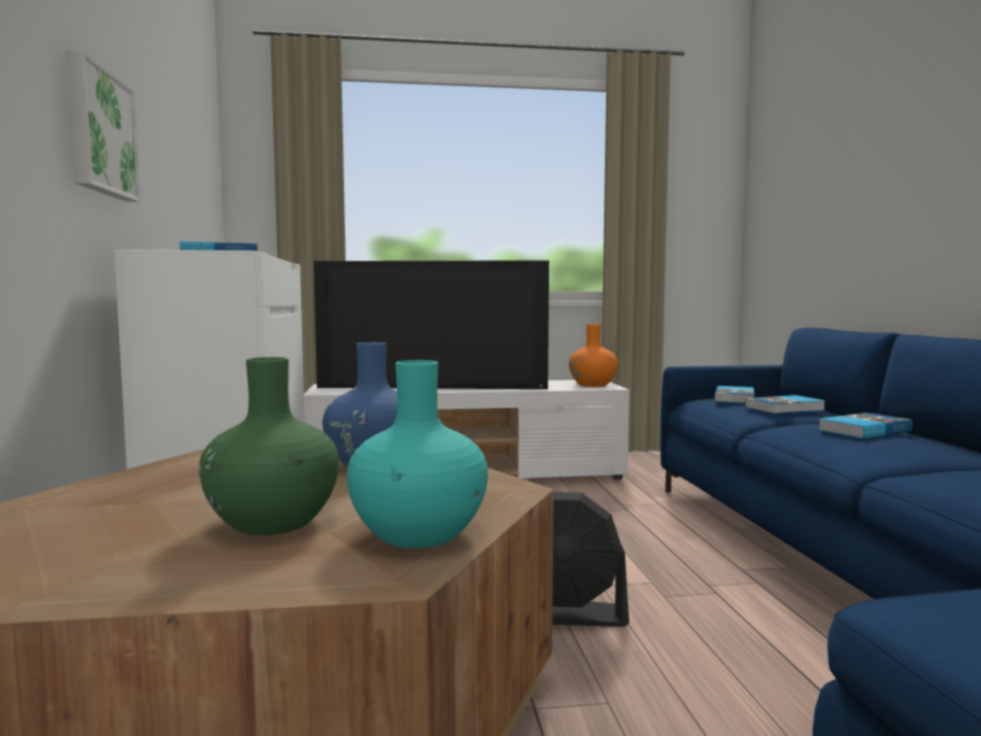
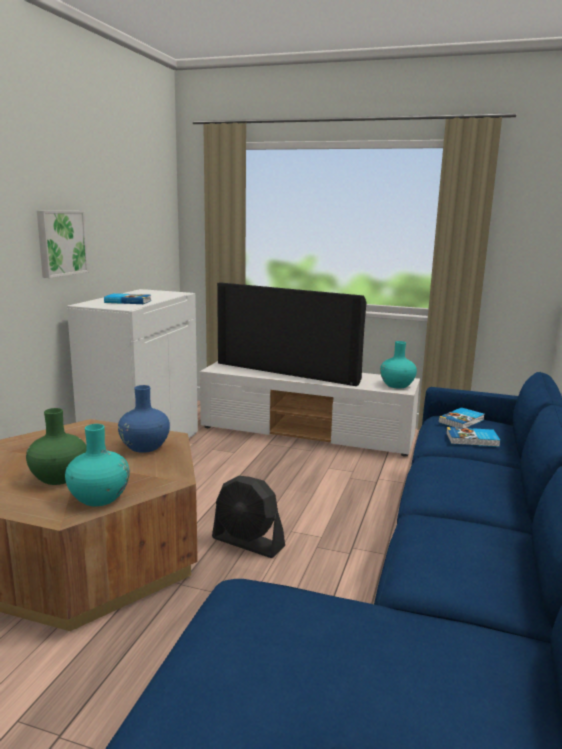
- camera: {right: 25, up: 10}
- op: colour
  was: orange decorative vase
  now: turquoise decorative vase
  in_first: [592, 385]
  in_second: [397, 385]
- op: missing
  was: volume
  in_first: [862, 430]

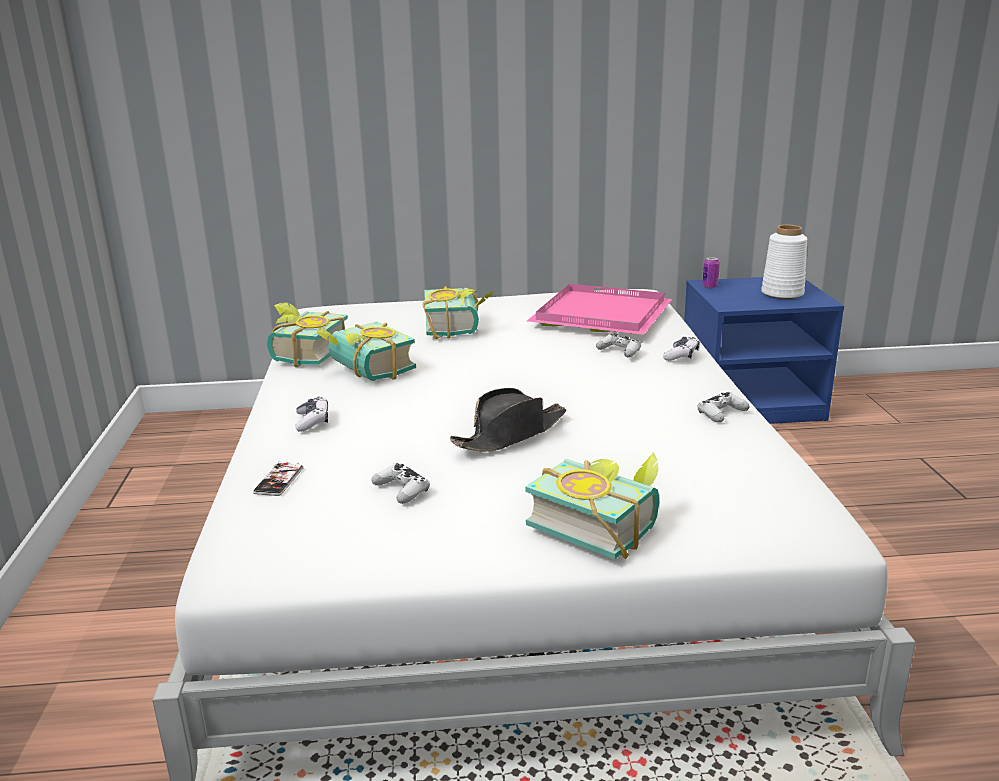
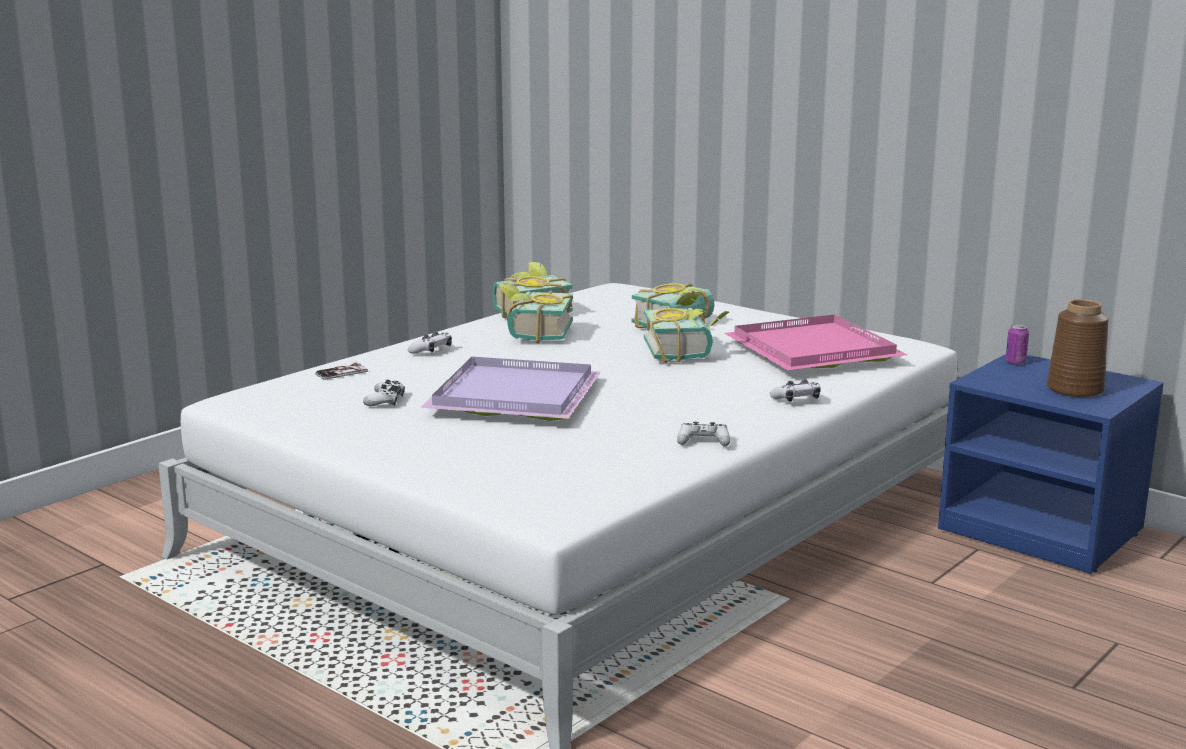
- camera: {right: 45, up: -5}
- op: exchanged
  was: black-coloured wearable hat
  now: purplish serving tray
  in_first: [510, 434]
  in_second: [516, 396]
- op: relocated
  was: volume
  in_first: [599, 524]
  in_second: [685, 352]
- op: colour
  was: whitish decorative vase
  now: brownish decorative vase
  in_first: [782, 293]
  in_second: [1075, 389]
- op: missing
  was: whitish game controller
  in_first: [619, 351]

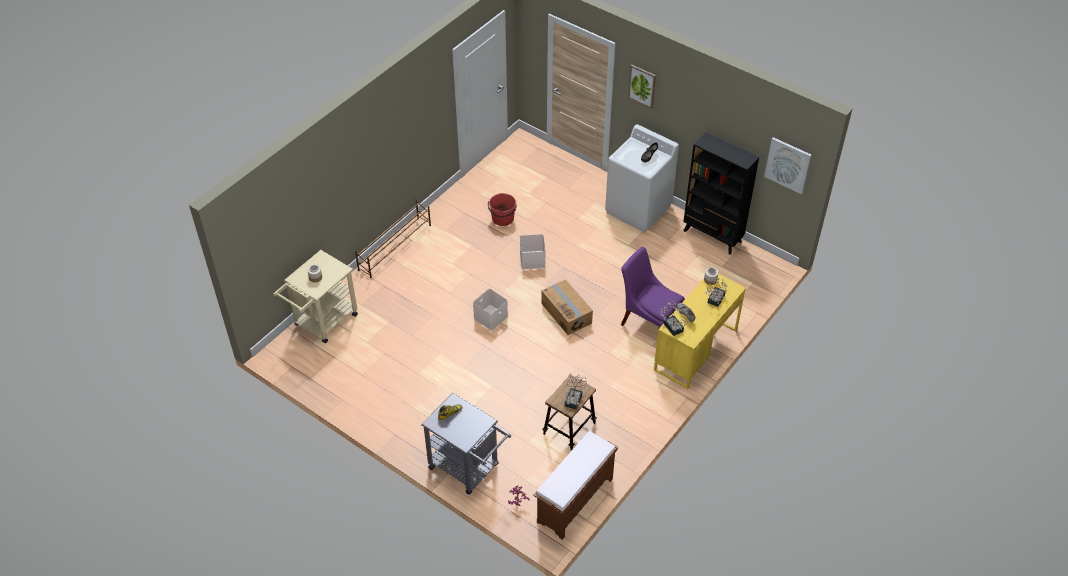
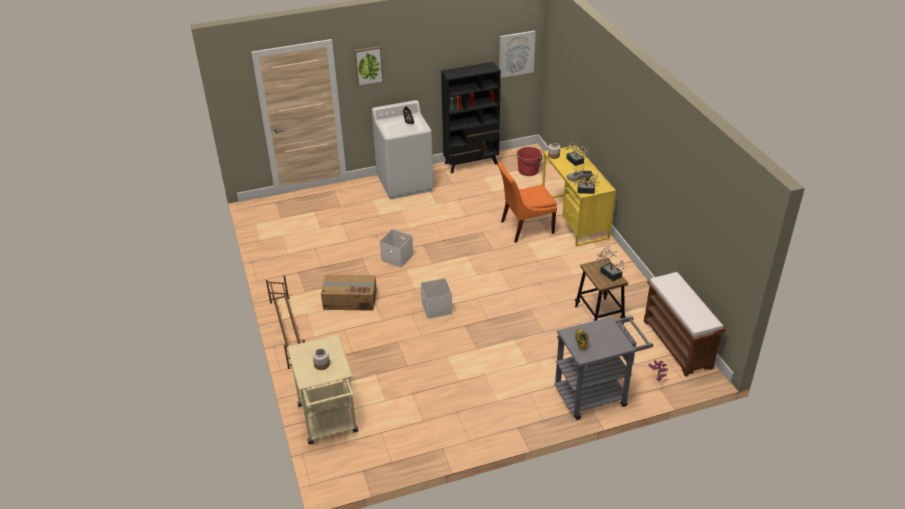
- camera: {right: -55, up: -10}
- op: relocated
  was: packing box
  in_first: [566, 313]
  in_second: [350, 300]
- op: colour
  was: purplish upright chair
  now: orange upright chair
  in_first: [648, 321]
  in_second: [524, 227]
- op: relocated
  was: reddish water bucket
  in_first: [502, 219]
  in_second: [528, 171]

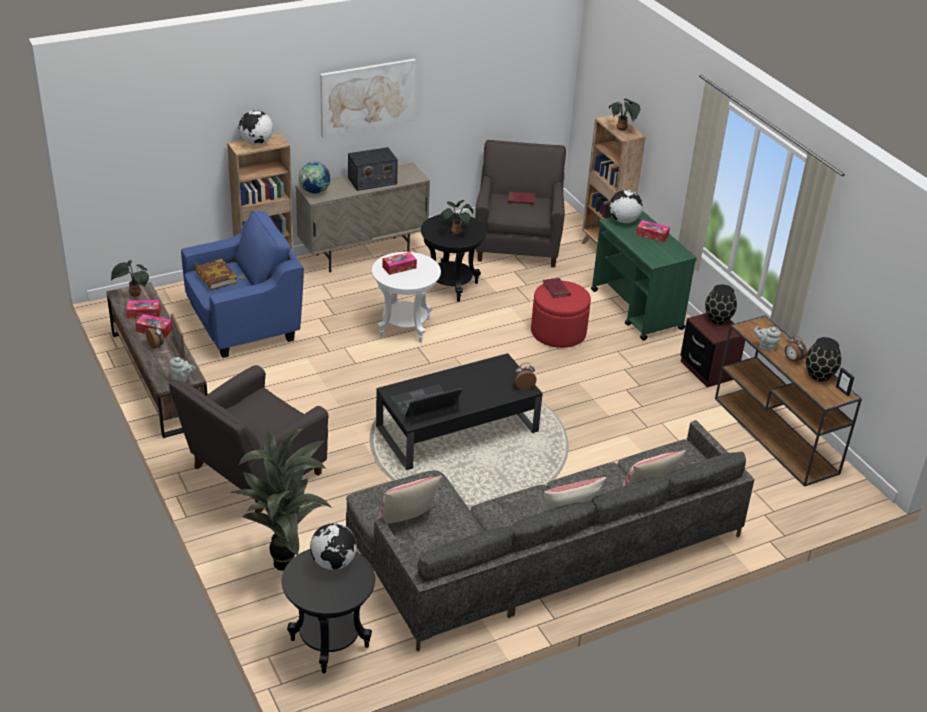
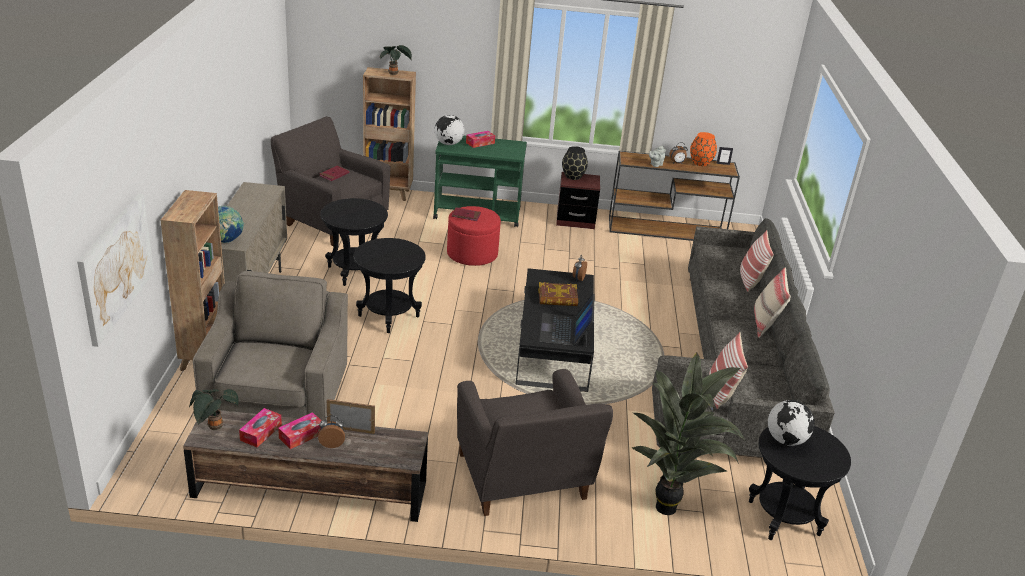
- camera: {right: -60, up: -5}
- op: relocated
  was: wall art
  in_first: [367, 97]
  in_second: [115, 267]
- op: colour
  was: blue armchair
  now: grey armchair
  in_first: [243, 323]
  in_second: [278, 400]
- op: colour
  was: whitish side table
  now: black-coloured side table
  in_first: [404, 328]
  in_second: [388, 316]
- op: relocated
  was: volume
  in_first: [216, 278]
  in_second: [557, 298]
- op: colour
  was: black-coloured decorative vase
  now: orange decorative vase
  in_first: [818, 375]
  in_second: [700, 163]
- op: missing
  was: grey tea pot
  in_first: [182, 379]
- op: missing
  was: desk globe
  in_first: [256, 143]
- op: missing
  was: radio set
  in_first: [372, 181]
- op: missing
  was: tissue box
  in_first: [399, 267]
- op: missing
  was: potted plant
  in_first: [456, 232]

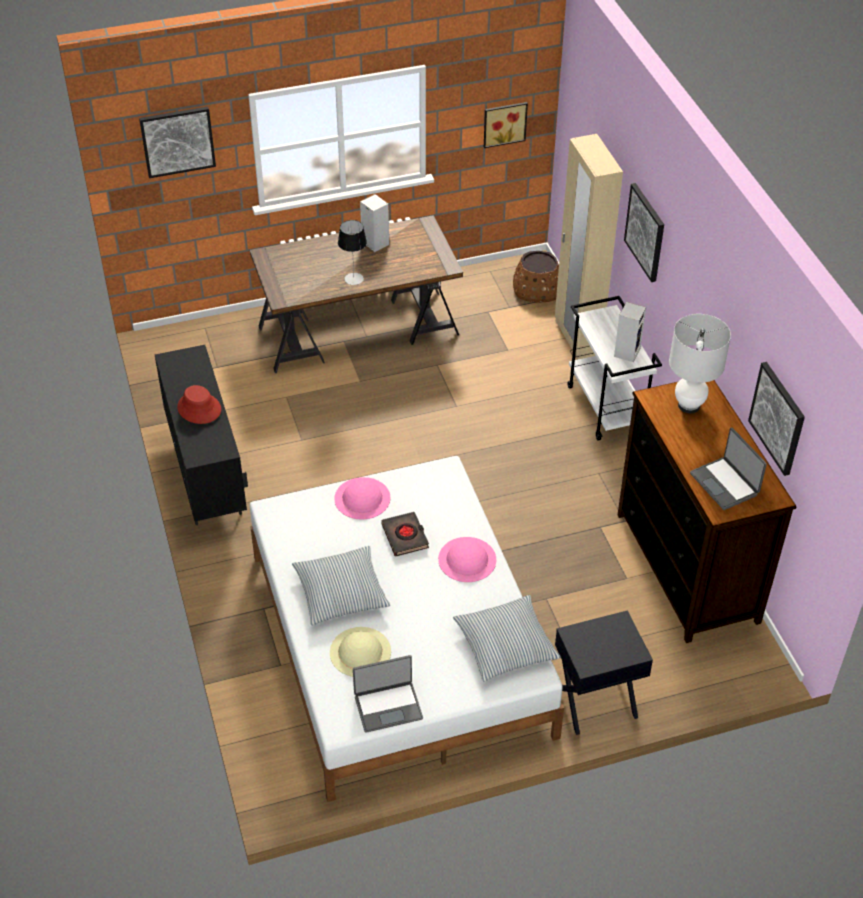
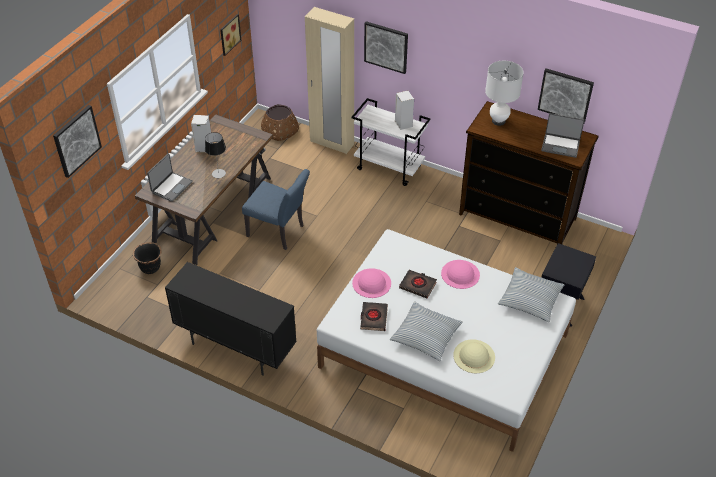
- camera: {right: -45, up: 0}
- op: appeared
  now: black-coloured planter
  in_second: [150, 268]
- op: relocated
  was: laptop
  in_first: [388, 706]
  in_second: [171, 187]
- op: appeared
  now: blue upright chair
  in_second: [279, 232]
- op: appeared
  now: black-coloured volume
  in_second: [373, 318]
- op: missing
  was: reddish wearable hat
  in_first: [199, 408]

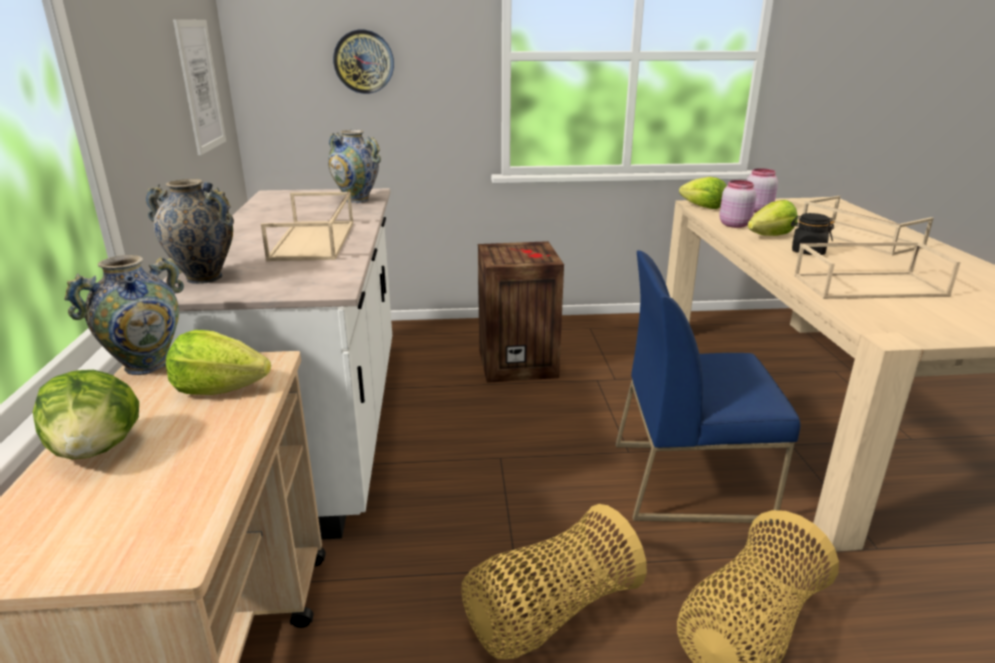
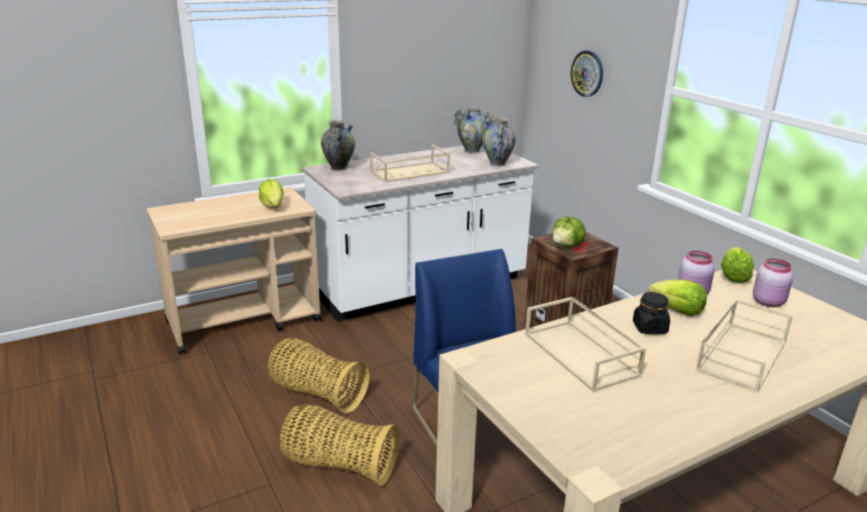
- camera: {right: 65, up: 0}
- op: relocated
  was: decorative vase
  in_first: [146, 365]
  in_second: [472, 151]
- op: relocated
  was: lettuce
  in_first: [97, 449]
  in_second: [567, 246]
- op: missing
  was: wall art
  in_first: [200, 86]

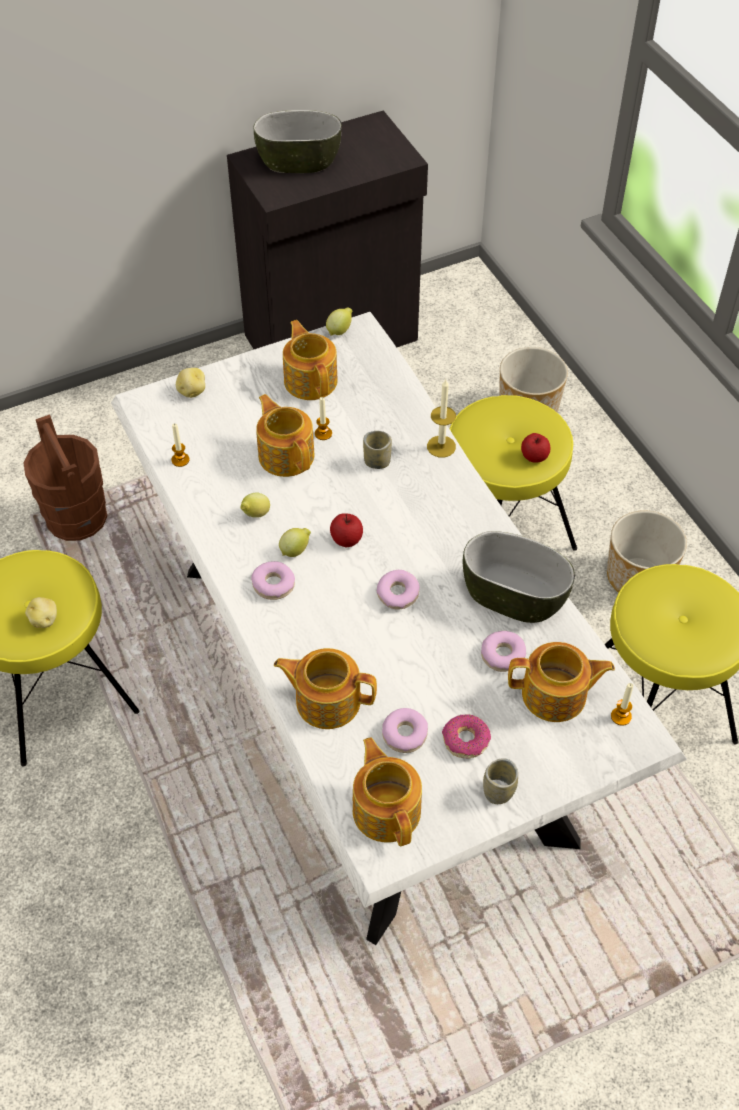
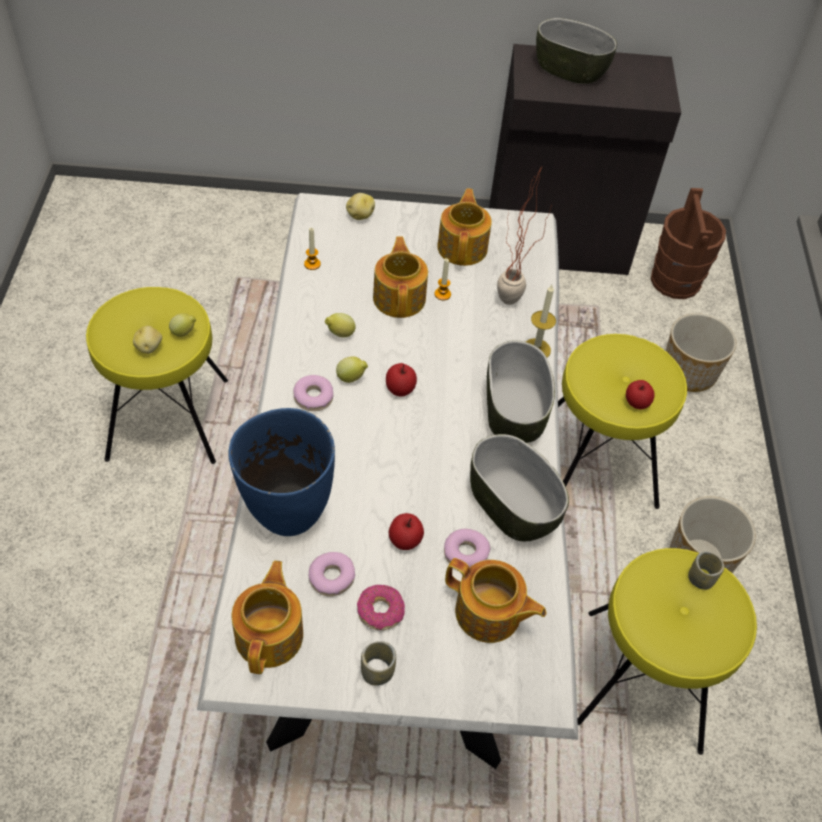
- camera: {right: 25, up: 0}
- op: relocated
  was: whole lemon
  in_first: [340, 330]
  in_second: [184, 332]
- op: exchanged
  was: tea pot
  now: blue decorative vase
  in_first: [326, 700]
  in_second: [288, 514]
- op: appeared
  now: apple fruit
  in_second: [405, 540]
- op: appeared
  now: bowl
  in_second: [513, 411]
- op: appeared
  now: potted plant
  in_second: [510, 307]
- op: relocated
  was: brownish water bucket
  in_first: [77, 518]
  in_second: [675, 281]
- op: relocated
  was: drinking cup
  in_first: [377, 461]
  in_second: [700, 579]
- op: missing
  was: donut
  in_first: [397, 594]
- op: missing
  was: wax light
  in_first: [621, 716]

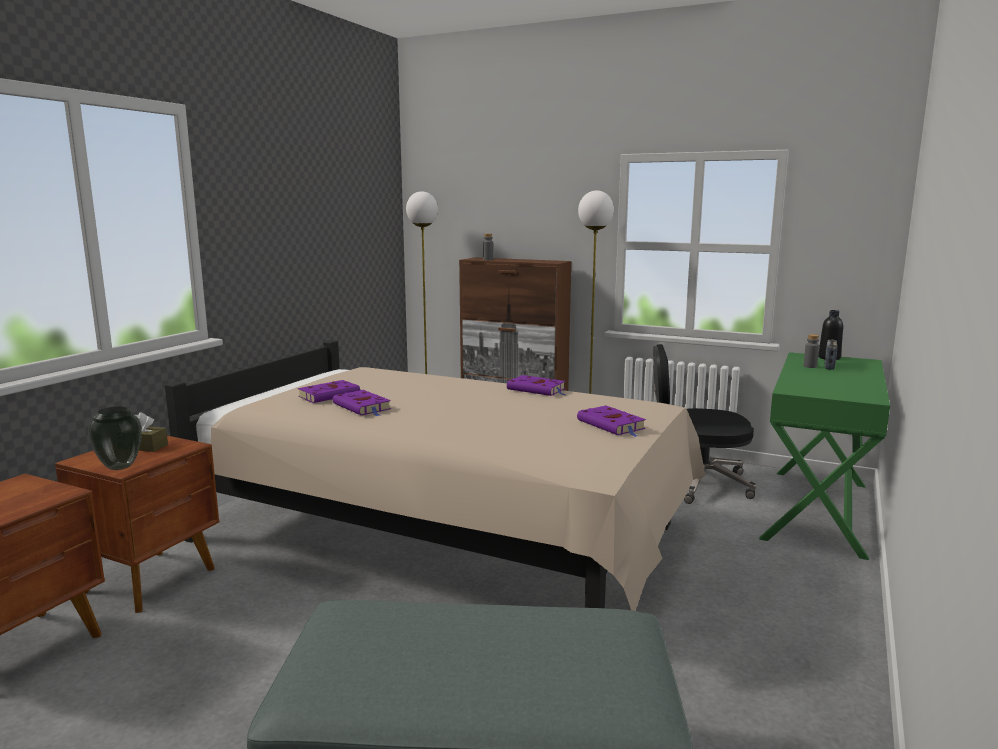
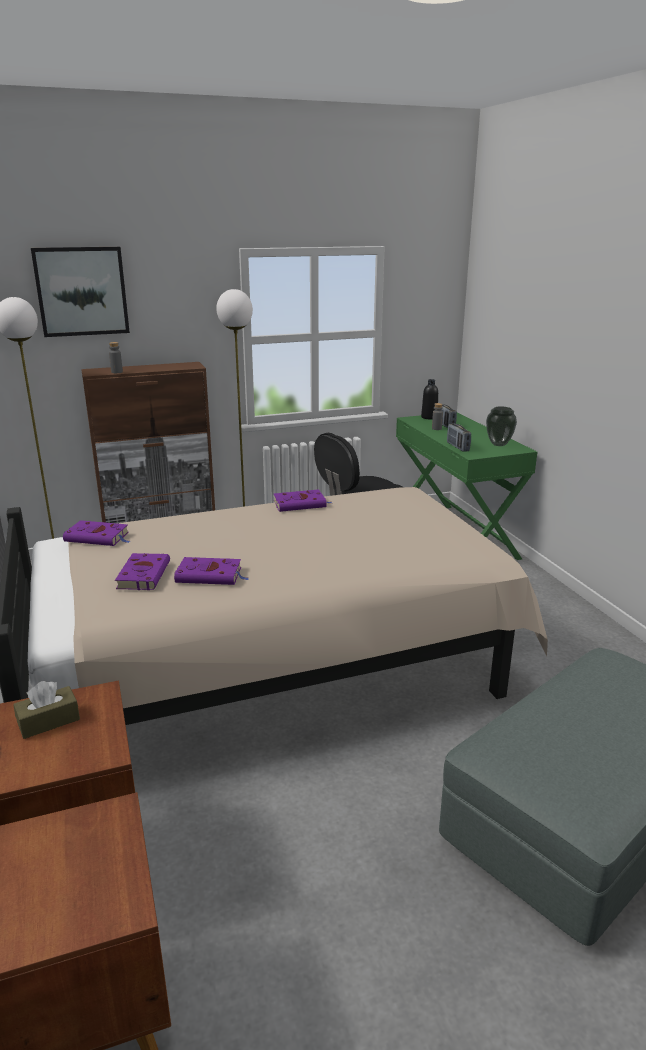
- camera: {right: -45, up: 10}
- op: appeared
  now: wall art
  in_second: [81, 291]
- op: relocated
  was: purplish volume
  in_first: [612, 425]
  in_second: [98, 537]
- op: appeared
  now: radio set
  in_second: [457, 447]
- op: relocated
  was: decorative vase
  in_first: [119, 466]
  in_second: [498, 444]

